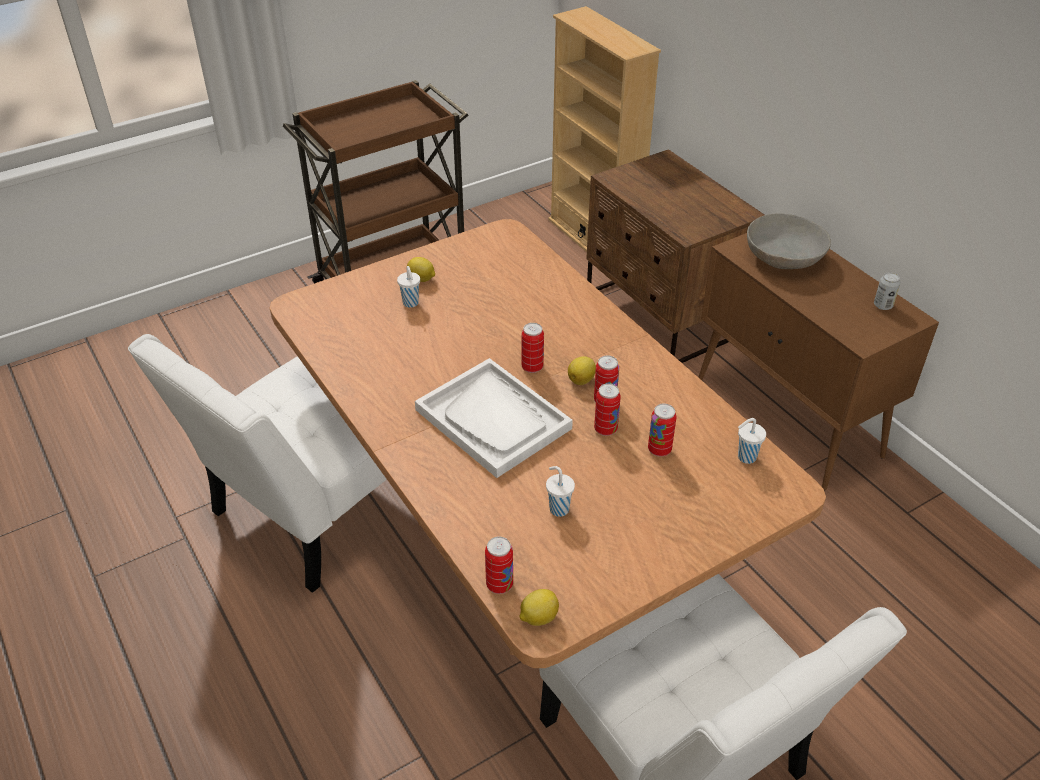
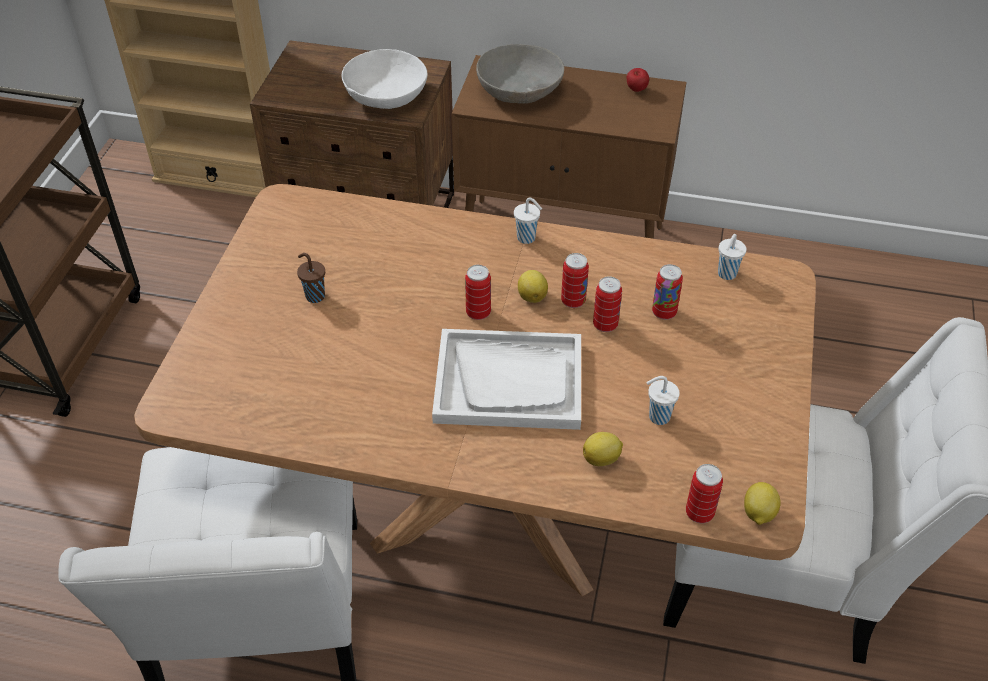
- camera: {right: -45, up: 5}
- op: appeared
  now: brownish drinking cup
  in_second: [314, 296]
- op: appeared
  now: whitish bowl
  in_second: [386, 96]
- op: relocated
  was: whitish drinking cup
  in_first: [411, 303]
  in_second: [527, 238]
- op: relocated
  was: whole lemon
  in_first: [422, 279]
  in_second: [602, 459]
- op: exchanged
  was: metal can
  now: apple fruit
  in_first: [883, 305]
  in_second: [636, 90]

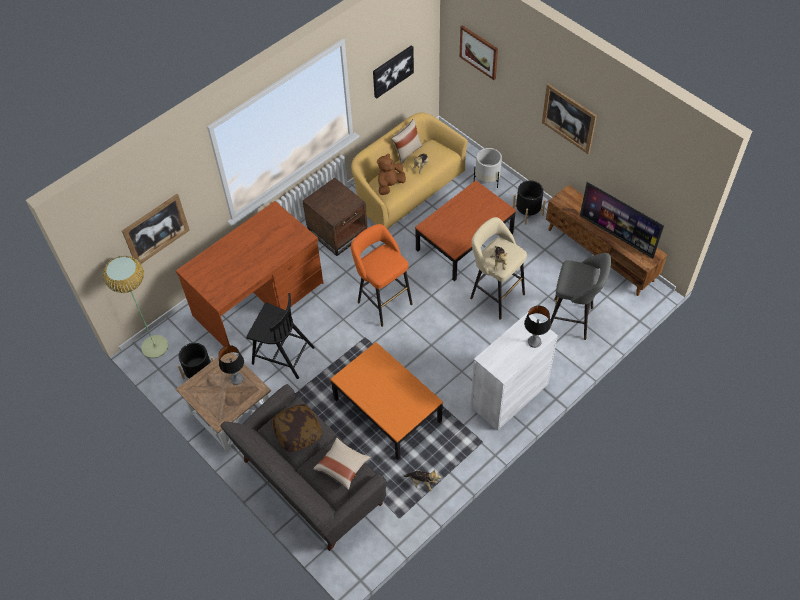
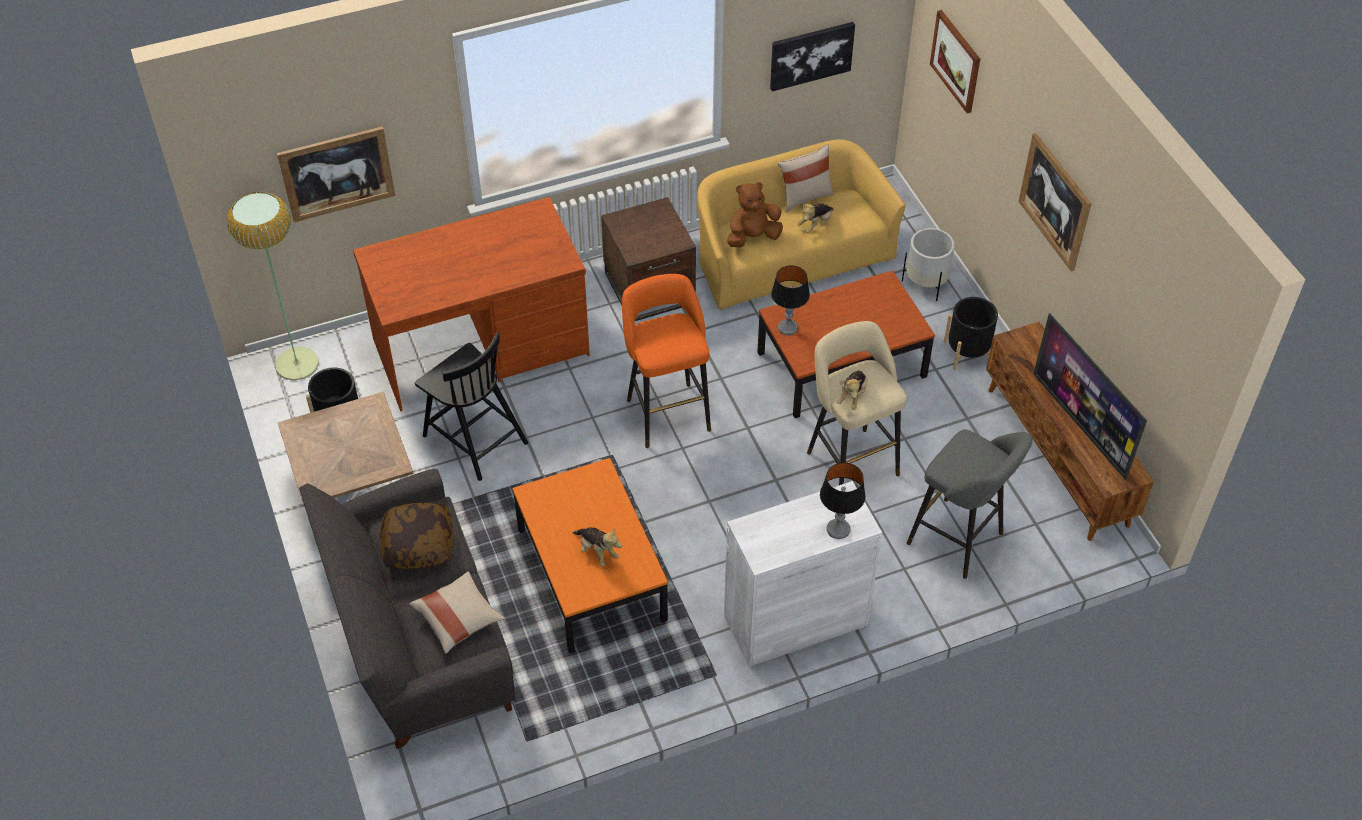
- camera: {right: 20, up: -5}
- op: relocated
  was: soft toy
  in_first: [422, 482]
  in_second: [597, 551]
- op: relocated
  was: table lamp
  in_first: [236, 379]
  in_second: [788, 328]

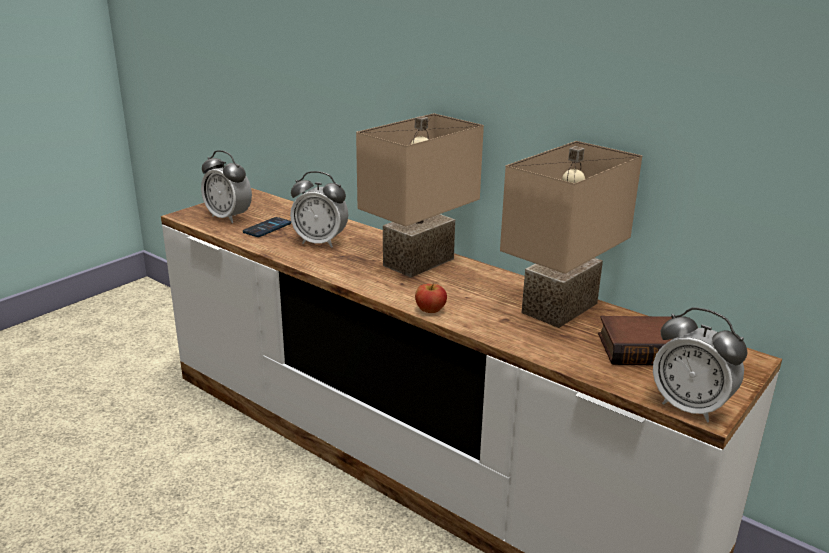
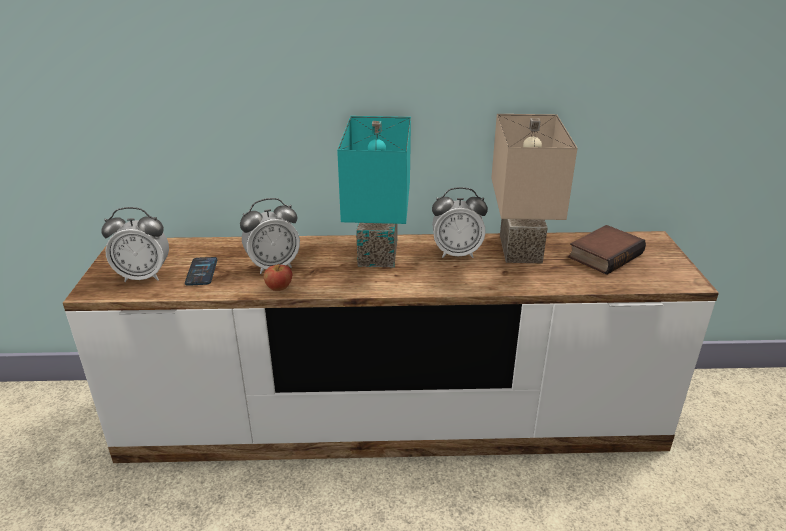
- camera: {right: -40, up: 5}
- op: relocated
  was: apple fruit
  in_first: [430, 310]
  in_second: [279, 288]
- op: colour
  was: beige table lamp
  now: turquoise table lamp
  in_first: [416, 261]
  in_second: [375, 252]
- op: relocated
  was: table clock
  in_first: [690, 407]
  in_second: [457, 253]

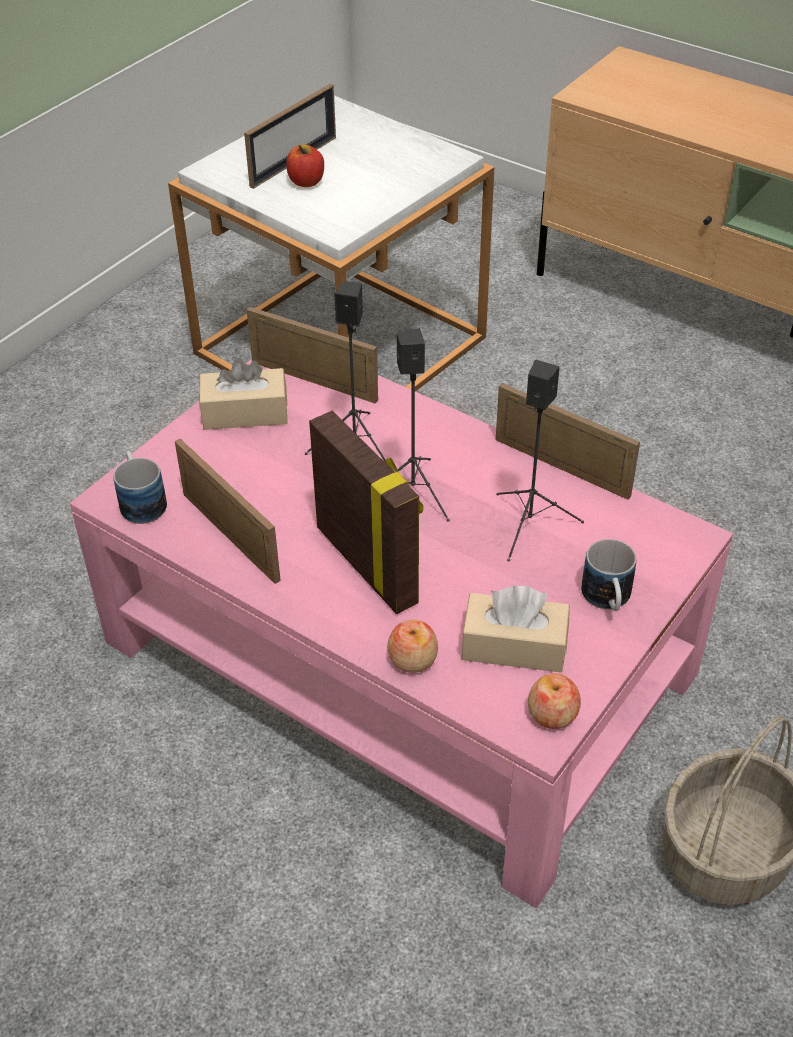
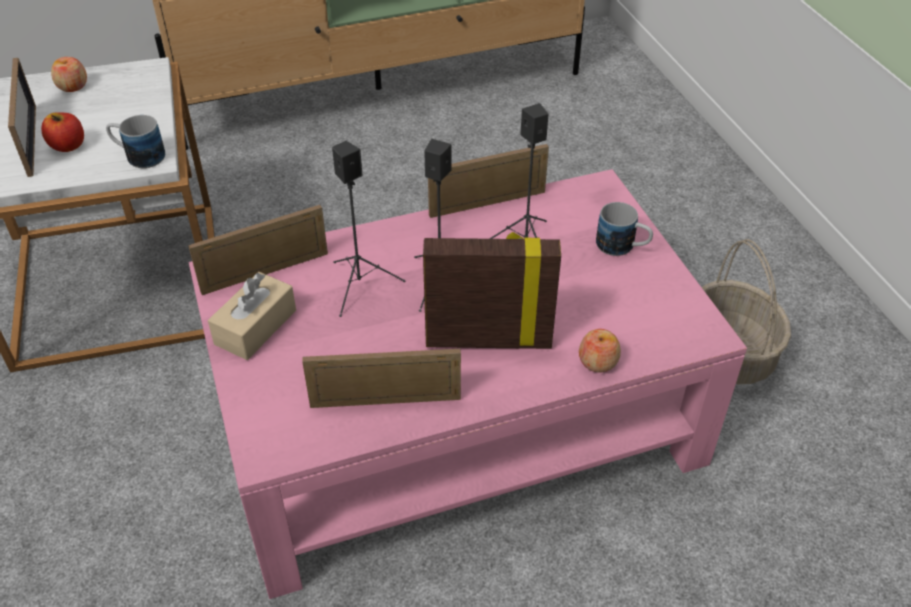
- camera: {right: -55, up: 0}
- op: relocated
  was: apple fruit
  in_first: [552, 714]
  in_second: [72, 86]
- op: relocated
  was: tea mug
  in_first: [141, 501]
  in_second: [138, 156]
- op: missing
  was: beige tissue box
  in_first: [514, 646]

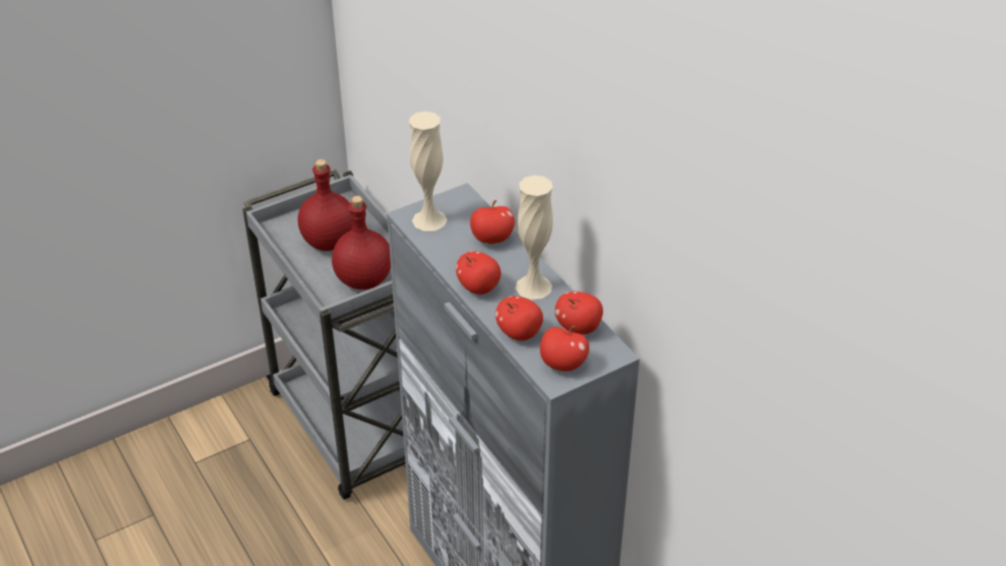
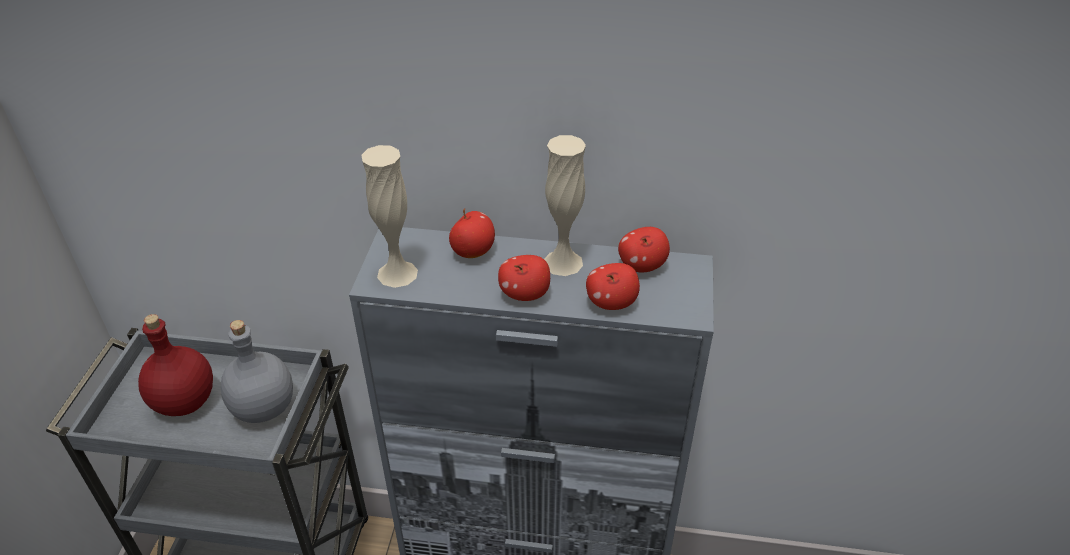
- camera: {right: -50, up: 0}
- op: colour
  was: reddish bottle
  now: grey bottle
  in_first: [365, 279]
  in_second: [264, 407]
- op: missing
  was: apple fruit
  in_first: [563, 364]

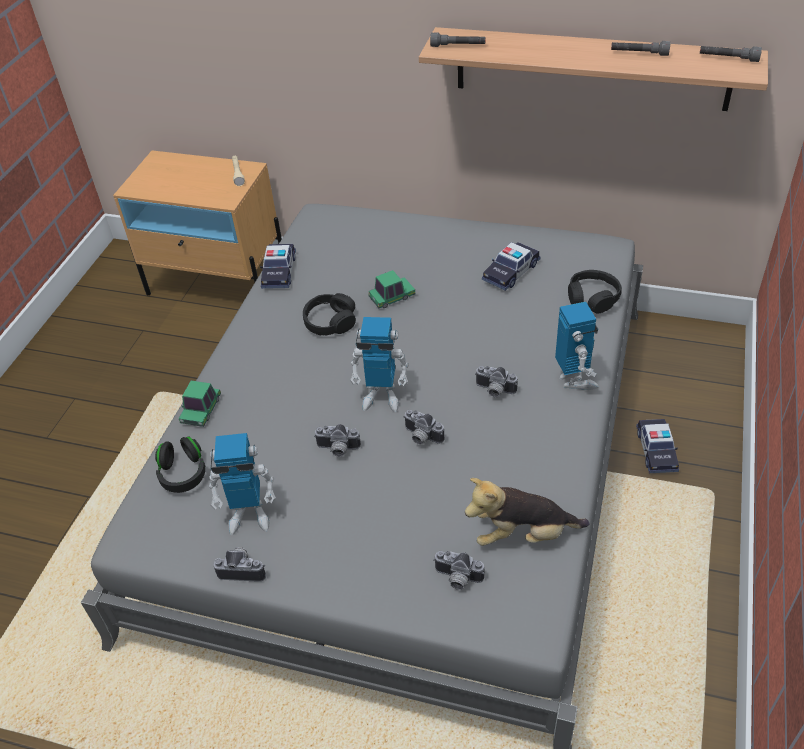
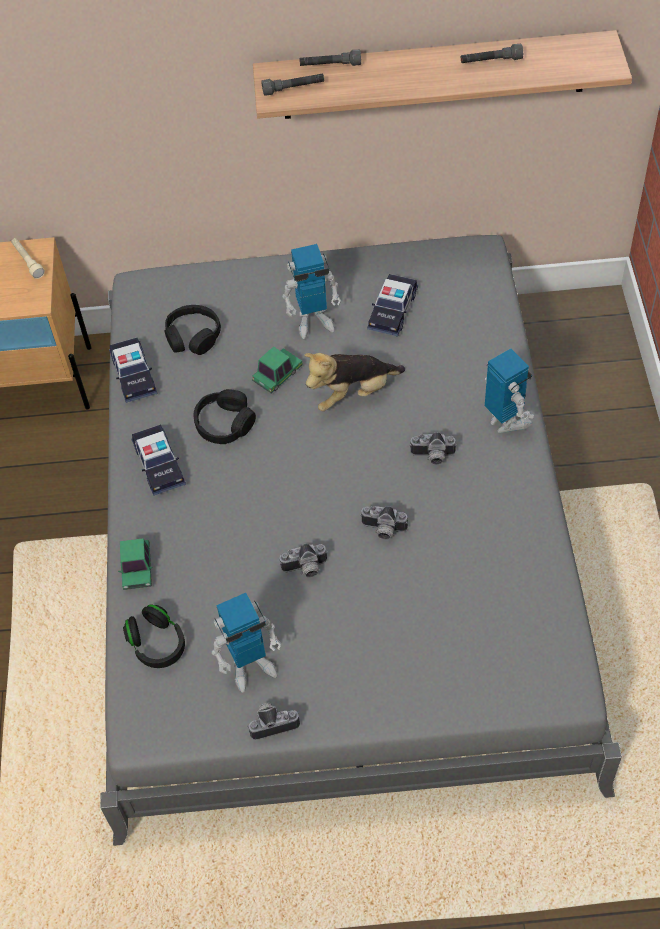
- camera: {right: -20, up: 10}
- op: relocated
  was: miniature car
  in_first: [656, 450]
  in_second: [159, 464]
- op: relocated
  was: black-coloured headset
  in_first: [592, 298]
  in_second: [193, 336]
- op: relocated
  was: toy robot
  in_first: [381, 397]
  in_second: [313, 321]
- op: relocated
  was: grey hand torch
  in_first: [728, 59]
  in_second: [330, 65]
- op: relocated
  was: soft toy
  in_first: [522, 534]
  in_second: [352, 393]
- op: missing
  was: still camera
  in_first: [457, 579]

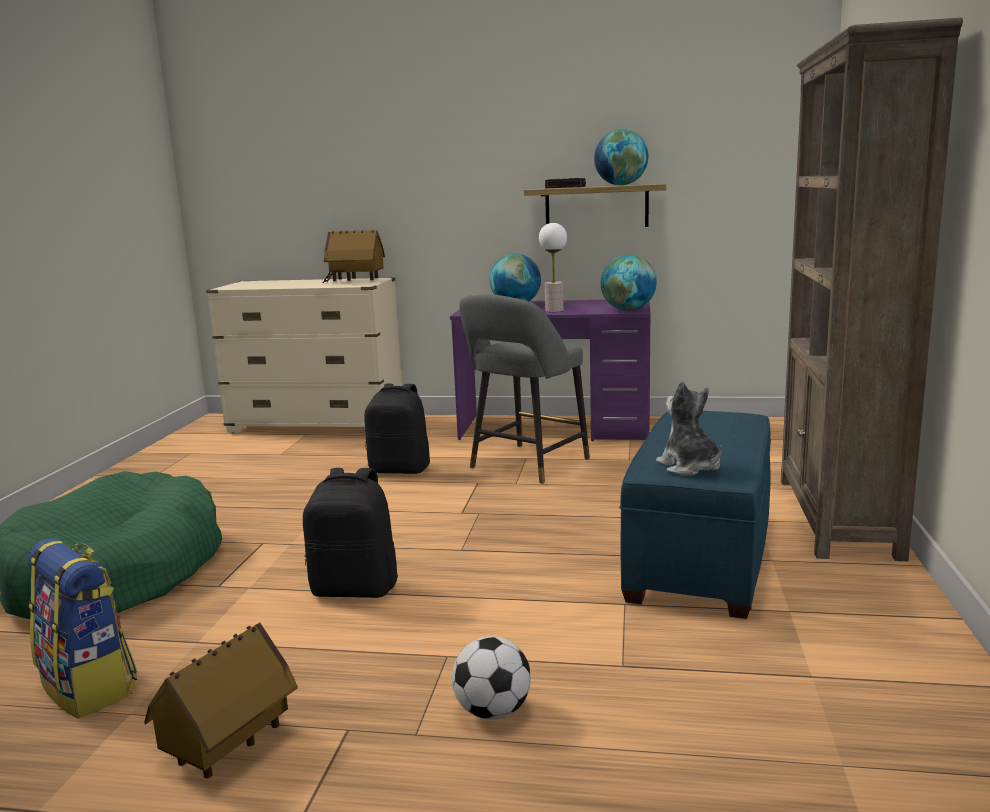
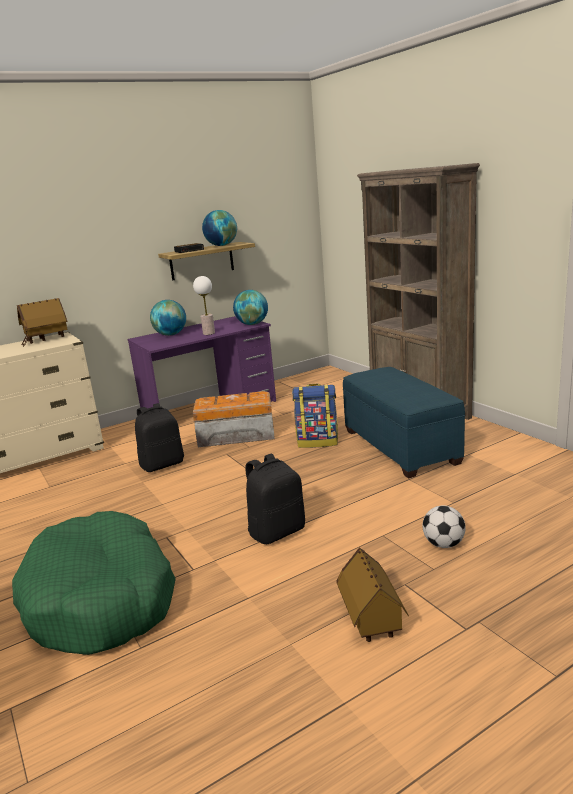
- camera: {right: -40, up: 5}
- op: exchanged
  was: grey sitting stool
  now: storage bin
  in_first: [526, 465]
  in_second: [235, 435]
- op: relocated
  was: backpack
  in_first: [90, 687]
  in_second: [318, 441]
- op: missing
  was: soft toy
  in_first: [689, 467]

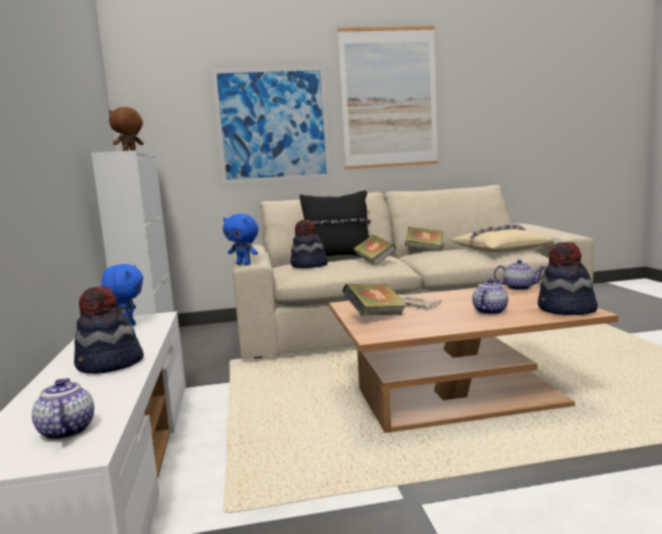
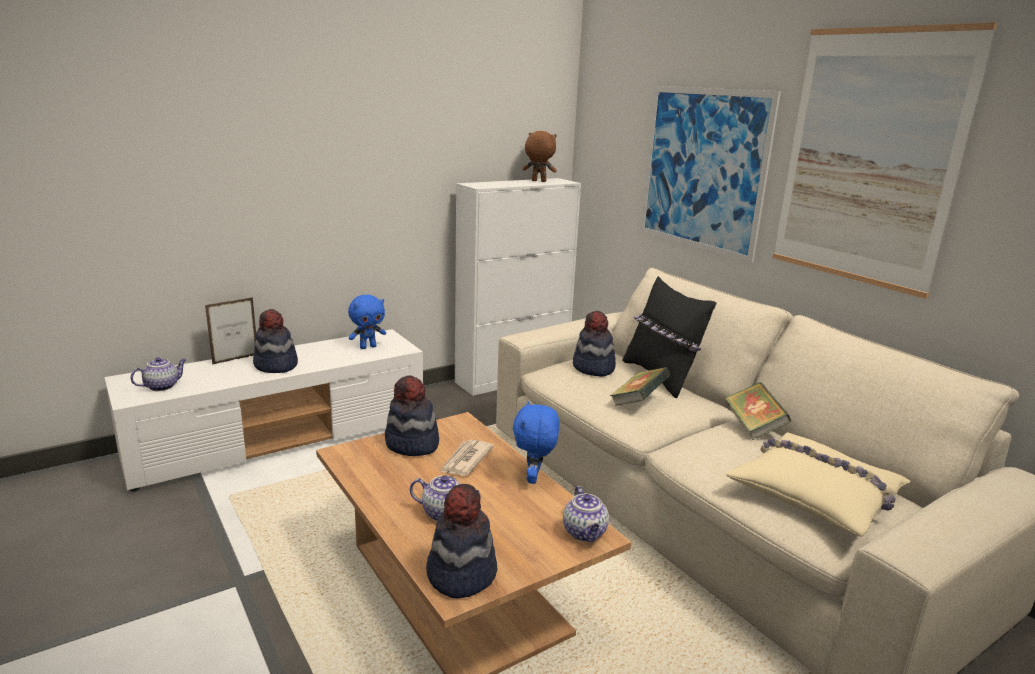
- camera: {right: 65, up: 10}
- op: appeared
  now: picture frame
  in_second: [235, 359]
- op: exchanged
  was: volume
  now: wearable hat
  in_first: [375, 316]
  in_second: [412, 444]
- op: relocated
  was: blue soft toy
  in_first: [244, 264]
  in_second: [534, 478]

